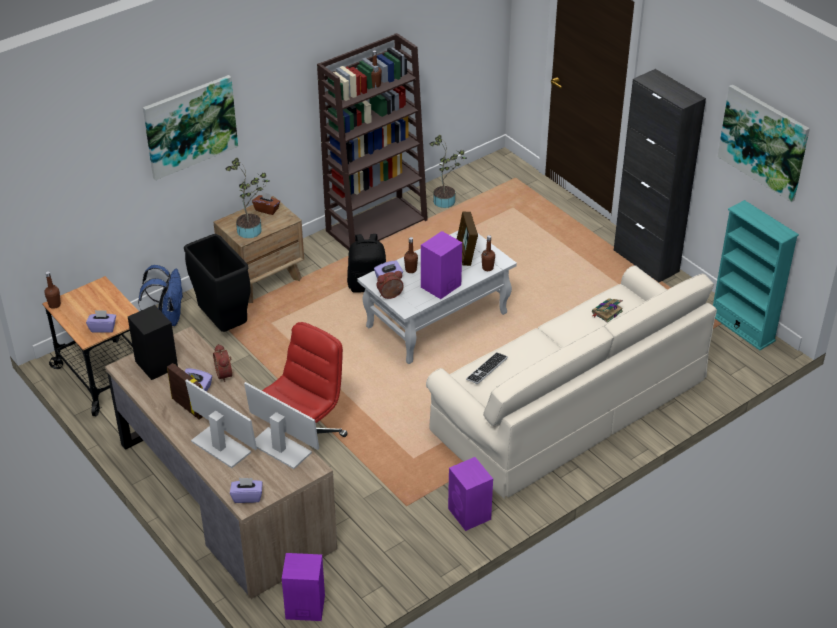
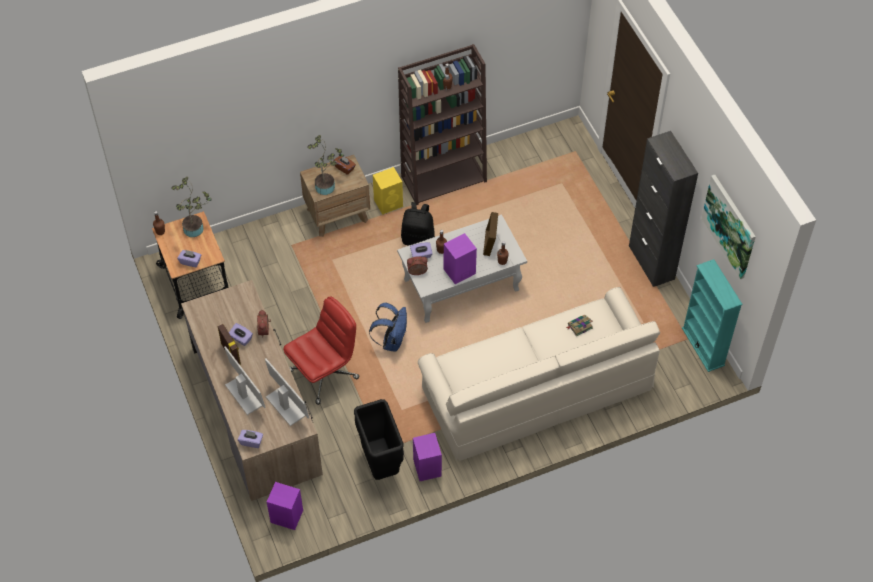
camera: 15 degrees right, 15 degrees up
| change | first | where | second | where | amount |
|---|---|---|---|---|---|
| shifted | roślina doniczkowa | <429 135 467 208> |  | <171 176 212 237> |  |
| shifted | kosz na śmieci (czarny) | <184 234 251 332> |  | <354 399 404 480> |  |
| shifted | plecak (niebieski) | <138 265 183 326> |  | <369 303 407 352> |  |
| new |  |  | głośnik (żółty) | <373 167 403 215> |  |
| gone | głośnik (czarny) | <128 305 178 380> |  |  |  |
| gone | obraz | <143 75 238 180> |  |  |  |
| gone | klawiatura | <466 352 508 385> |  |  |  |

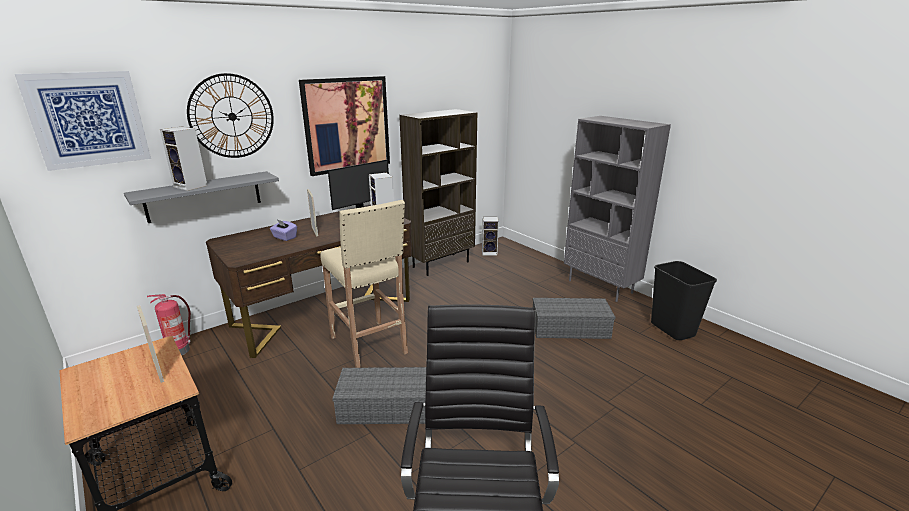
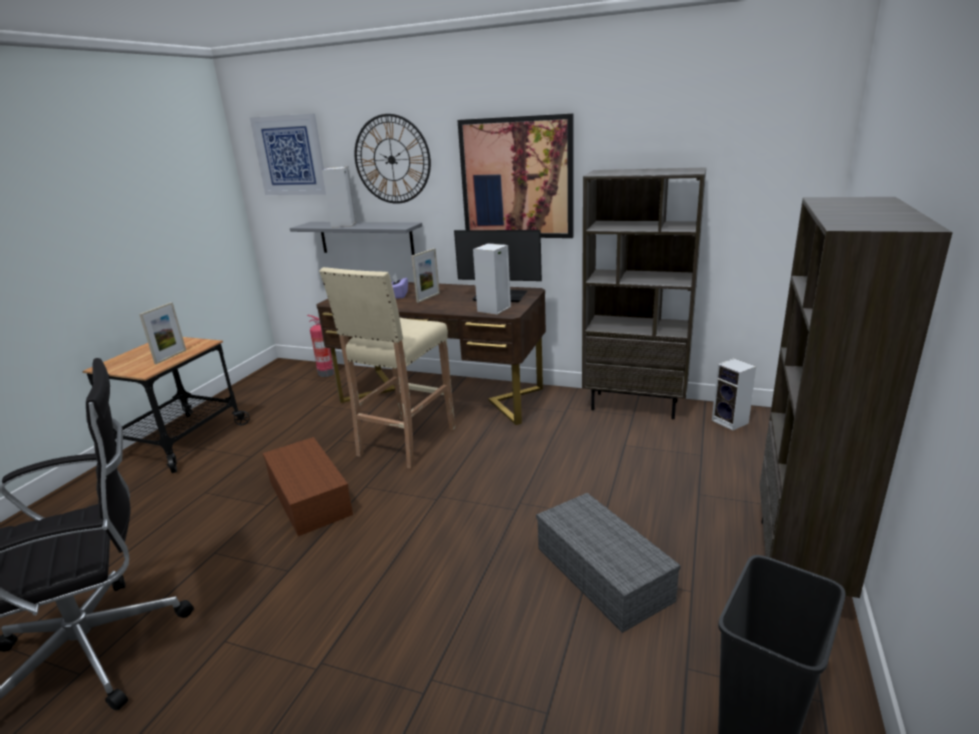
camera: 60 degrees right, 0 degrees up
| change | first | where | second | where | amount |
|---|---|---|---|---|---|
| repainted | pojemnik do przechowywania (szary) | <332 367 426 424> | pojemnik do przechowywania (brązowy) | <262 437 353 536> |  |
| repainted | regał (szary) | <564 116 671 302> | regał (brązowy) | <760 197 953 617> |  |

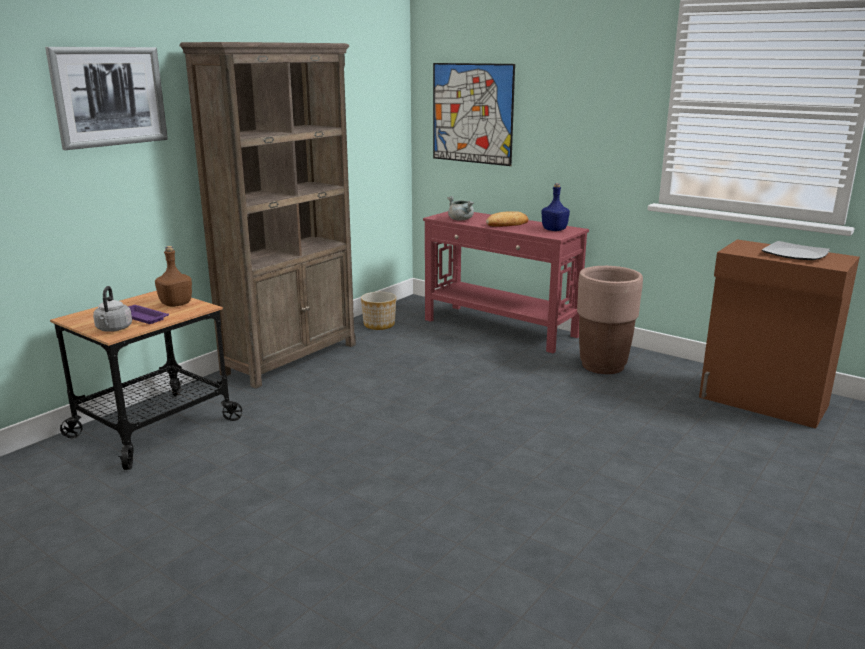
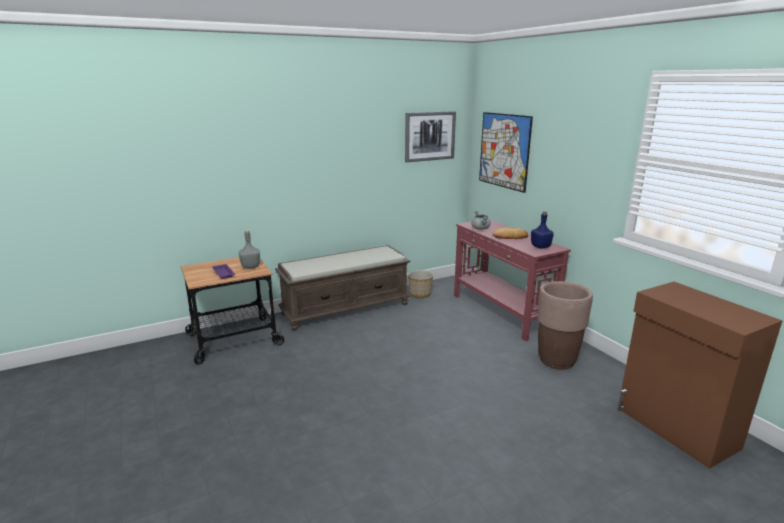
camera: 25 degrees right, 0 degrees up
| change | first | where | second | where | amount |
|---|---|---|---|---|---|
| repainted | butelka (brązowy) | <155 246 192 307> | butelka (szary) | <239 231 260 269> |  |
| swapped | regał (brązowy) | <180 42 356 389> | ławka (brązowy) | <275 245 411 330> |  |
| shifted | obraz | <45 47 168 150> |  | <405 111 456 162> |  |
| gone | czajnik (szary) | <93 286 132 332> |  |  |  |
| gone | talerz | <762 241 830 260> |  |  |  |

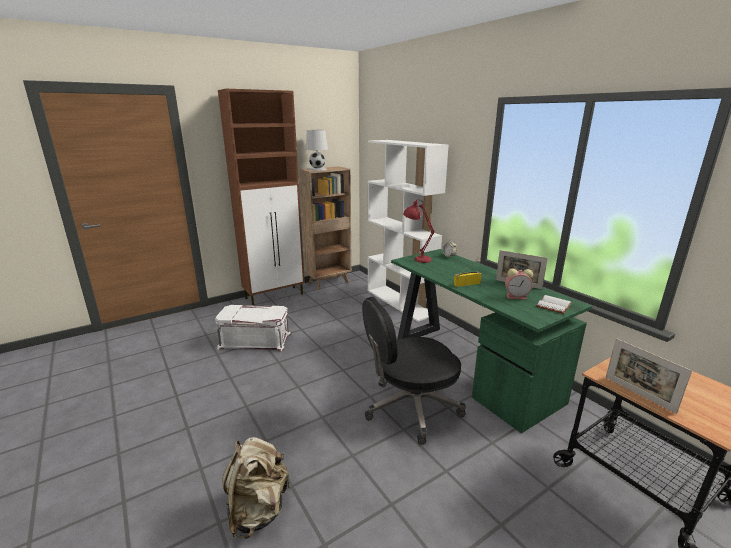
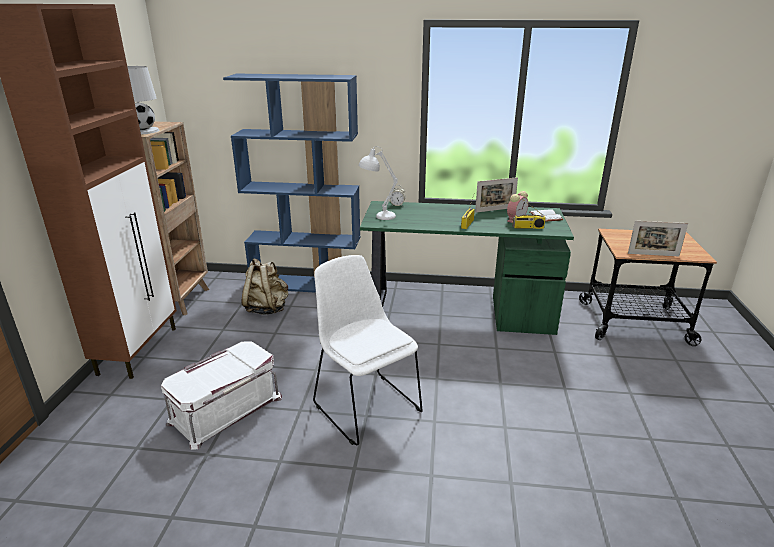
camera: 50 degrees left, 5 degrees up
| change | first | where | second | where | amount |
|---|---|---|---|---|---|
| repainted | regał (biały) | <368 140 449 322> | regał (niebieski) | <223 74 360 293> |  |
| shifted | plecak (beżowy) | <222 437 290 538> |  | <242 259 288 315> |  |
| new |  |  | krzesło (biały) | <313 255 423 445> |  |
| repainted | lampa stołowa (czerwony) | <403 199 435 263> | lampa stołowa (biały) | <359 146 398 220> |  |
| new |  |  | radio | <512 201 546 229> |  |
| gone | krzesło biurowe (czarny) | <362 297 466 445> |  |  |  |

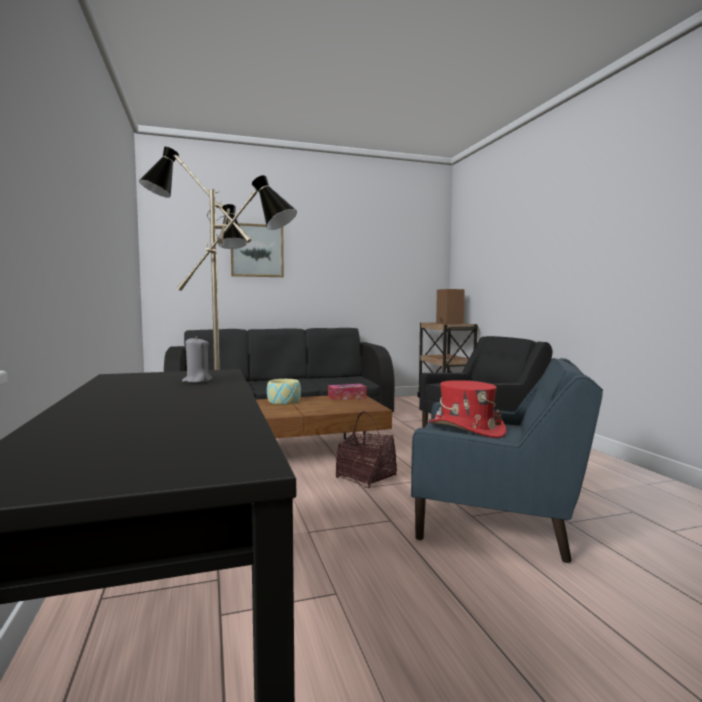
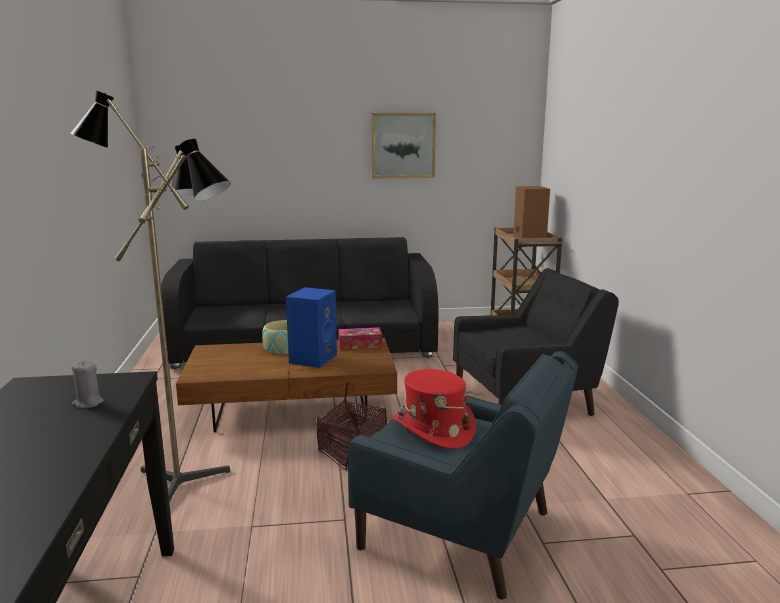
camera: 10 degrees right, 10 degrees up
| change | first | where | second | where | amount |
|---|---|---|---|---|---|
| new |  |  | głośnik (niebieski) | <286 287 337 368> |  |
| shifted | obraz | <231 223 284 277> |  | <371 113 436 178> |  |

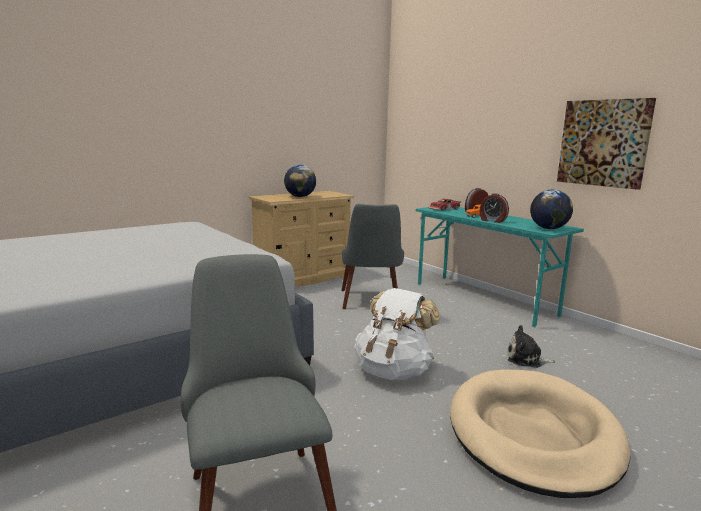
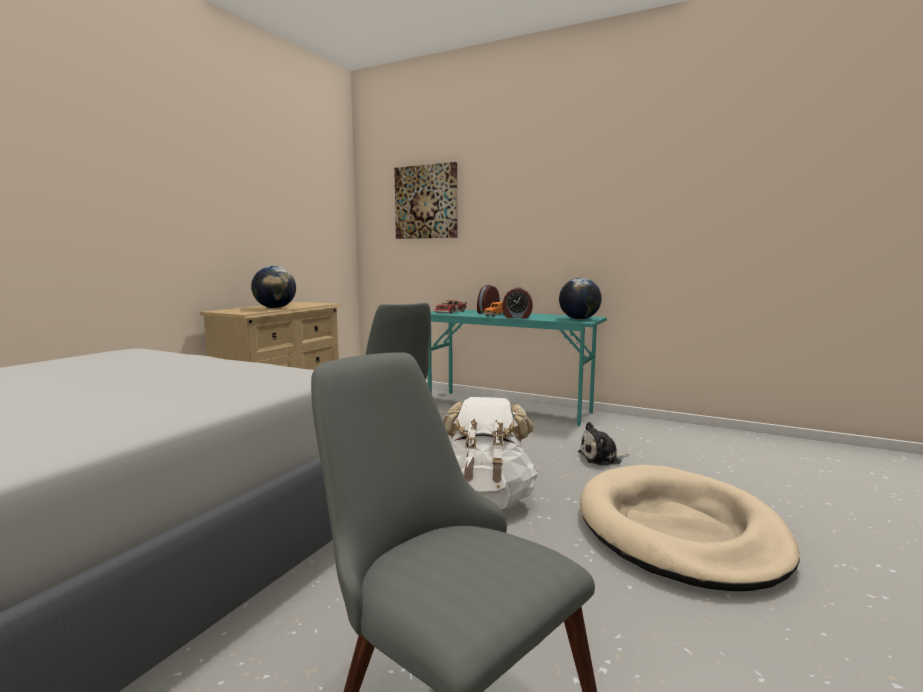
camera: 25 degrees left, 5 degrees down
| change | first | where | second | where | amount |
|---|---|---|---|---|---|
| shifted | obraz | <557 98 656 190> |  | <394 162 457 239> |  |

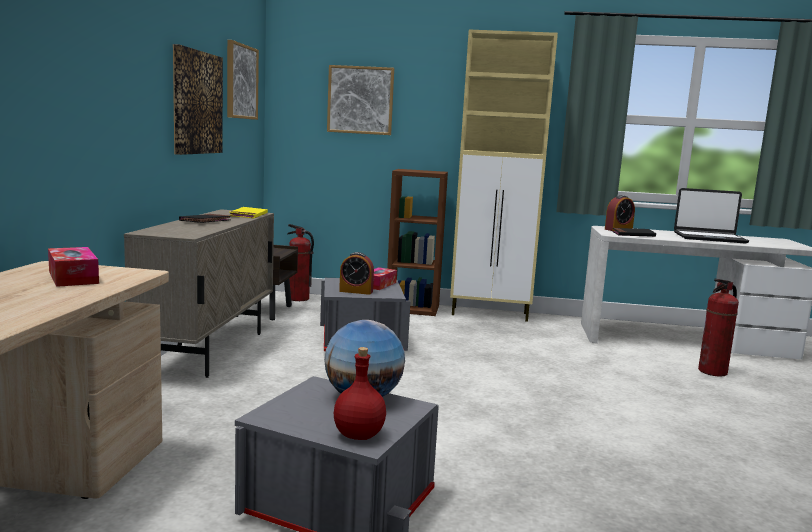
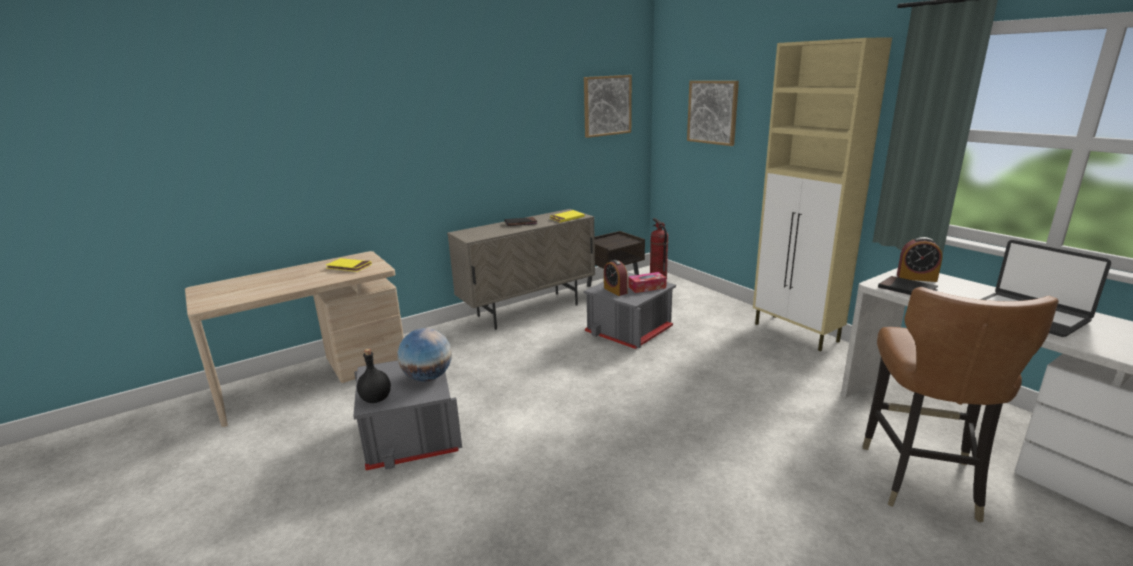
camera: 50 degrees right, 10 degrees up
| change | first | where | second | where | amount |
|---|---|---|---|---|---|
| swapped | pudełko chusteczek | <48 247 99 287> | książka (żółty) | <326 258 372 272> |  |
| repainted | butelka (czerwony) | <334 347 386 440> | butelka (czarny) | <357 349 391 403> |  |
| swapped | gaśnica | <698 279 739 377> | krzesło (brązowy) | <863 287 1059 522> |  |
| gone | obraz | <173 44 223 155> |  |  |  |
| gone | regał (brązowy) | <387 169 448 316> |  |  |  |

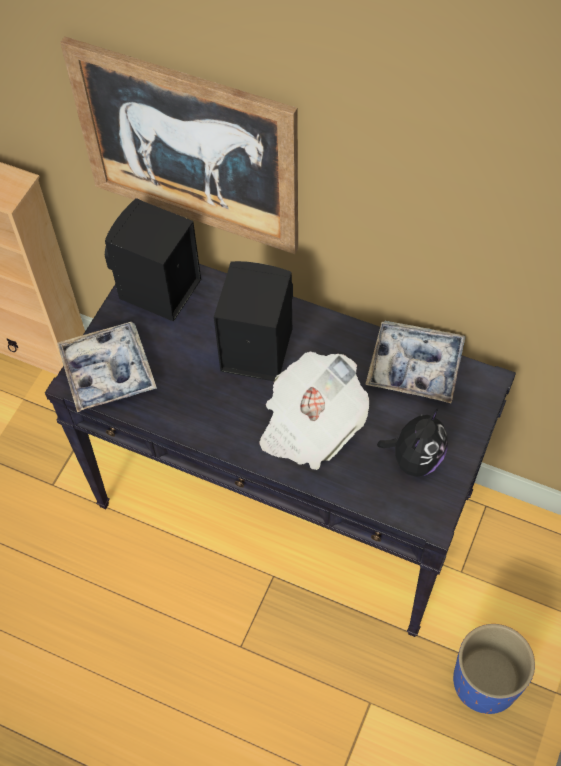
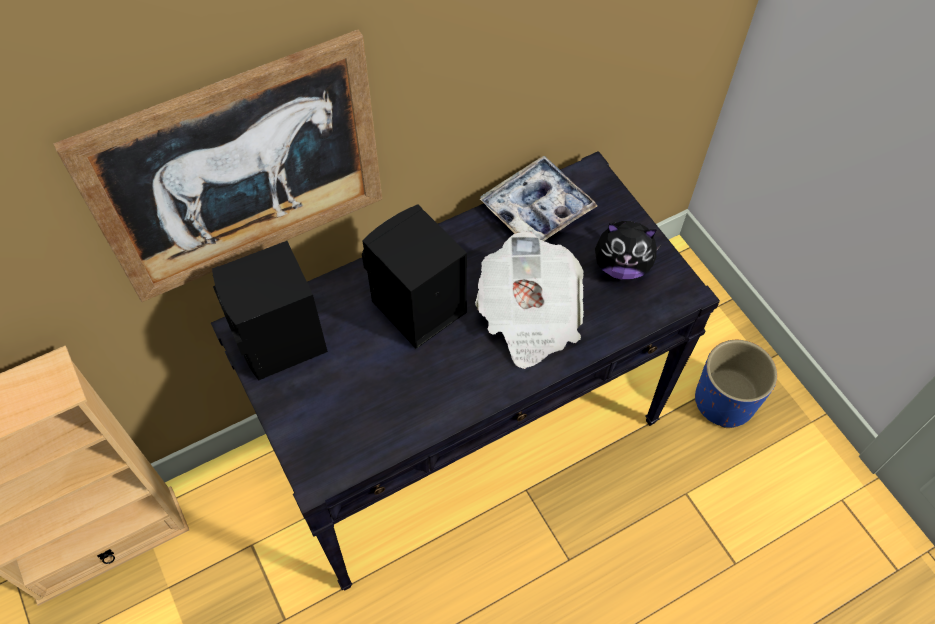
camera: 55 degrees left, 0 degrees up
| change | first | where | second | where | amount |
|---|---|---|---|---|---|
| rotated | pluszak | <377 409 448 477> |  | <595 221 662 280> | 120 degrees clockwise |
| gone | taca | <57 322 157 412> |  |  |  |

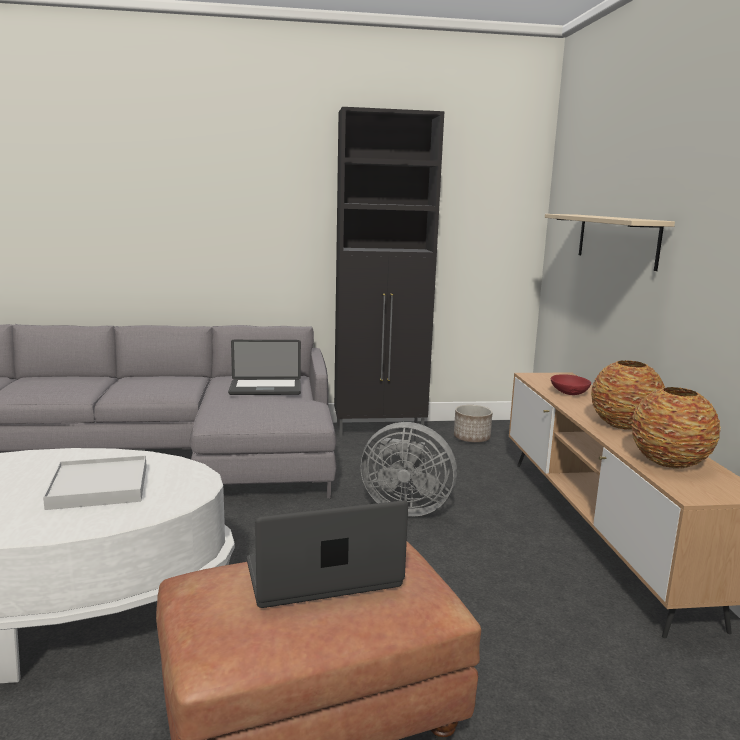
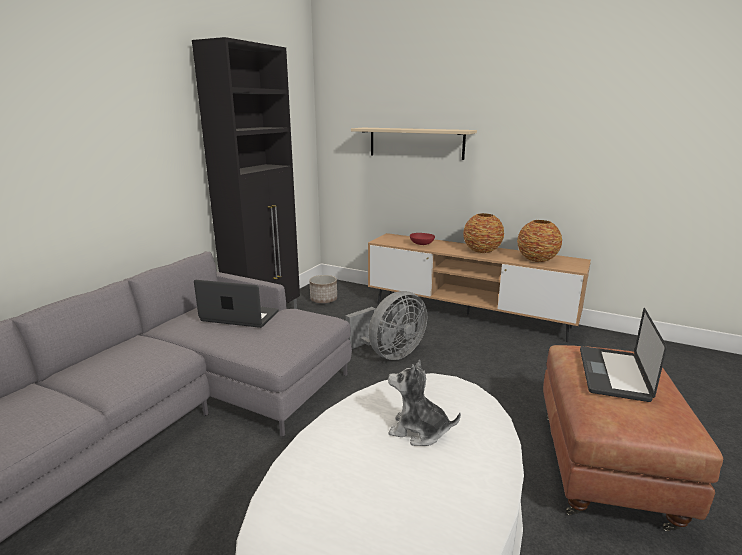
camera: 55 degrees left, 5 degrees up
| change | first | where | second | where | amount |
|---|---|---|---|---|---|
| rotated | laptop | <228 340 301 395> |  | <194 280 279 328> | 105 degrees counterclockwise |
| swapped | taca (biały) | <43 455 147 510> | pluszak | <388 360 461 446> |  |

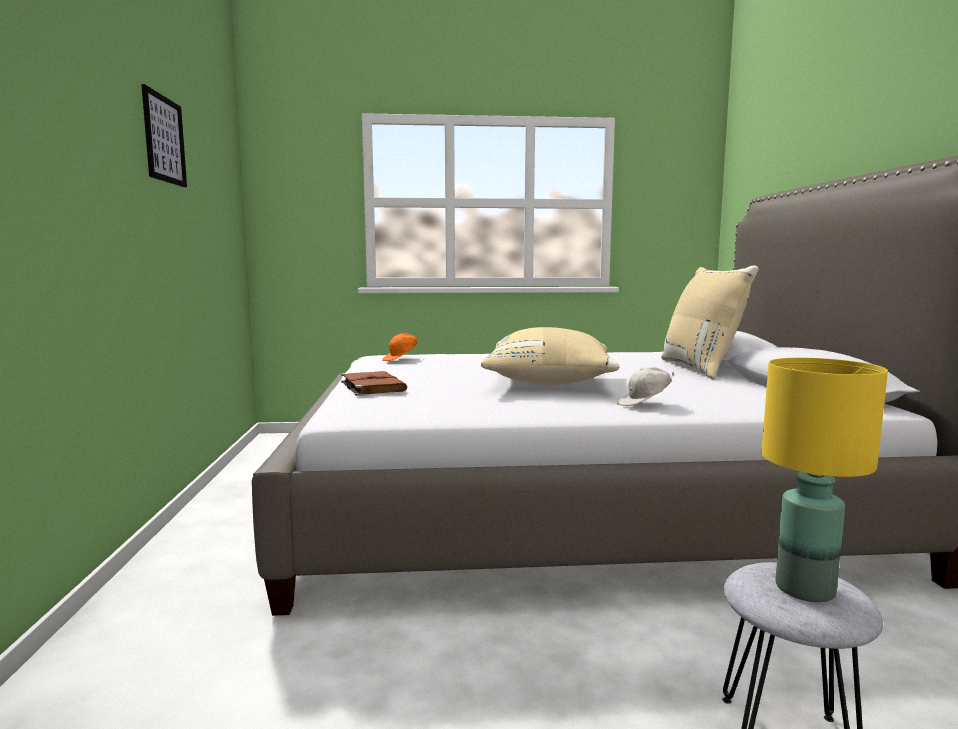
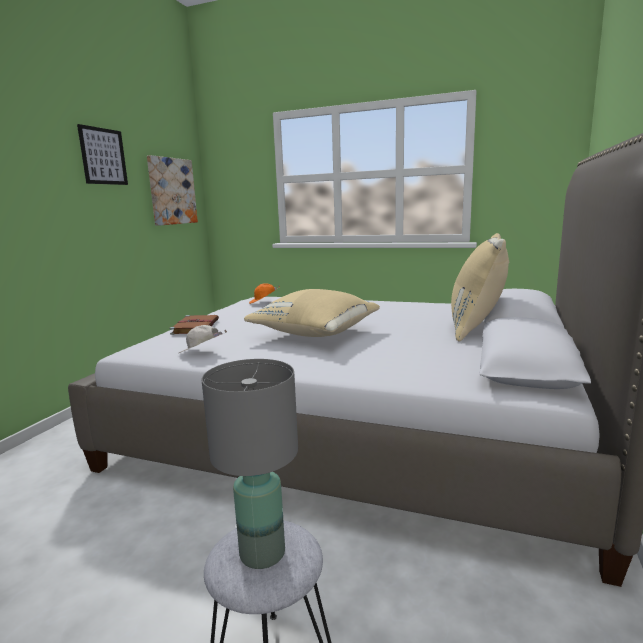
camera: 25 degrees right, 5 degrees up
| change | first | where | second | where | amount |
|---|---|---|---|---|---|
| new |  |  | obraz | <147 155 198 226> |  |
| shifted | czapka z daszkiem (biały) | <617 367 675 406> |  | <179 325 227 353> |  |
| repainted | lampa stołowa (żółty) | <762 358 888 602> | lampa stołowa (szary) | <201 359 298 569> |  |

